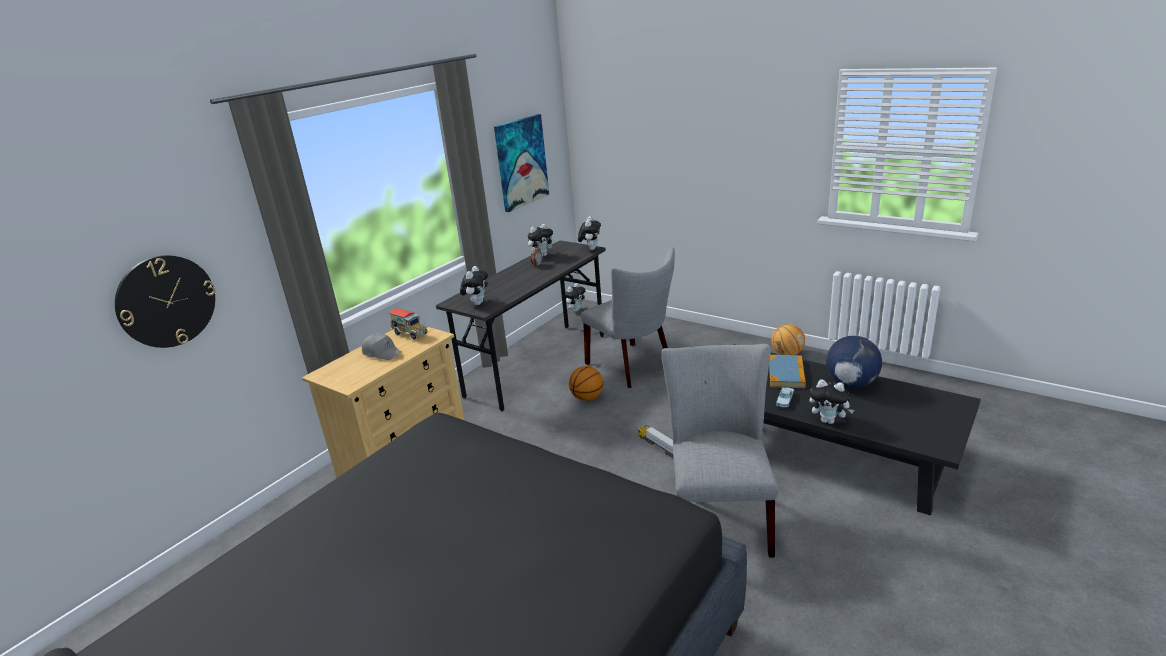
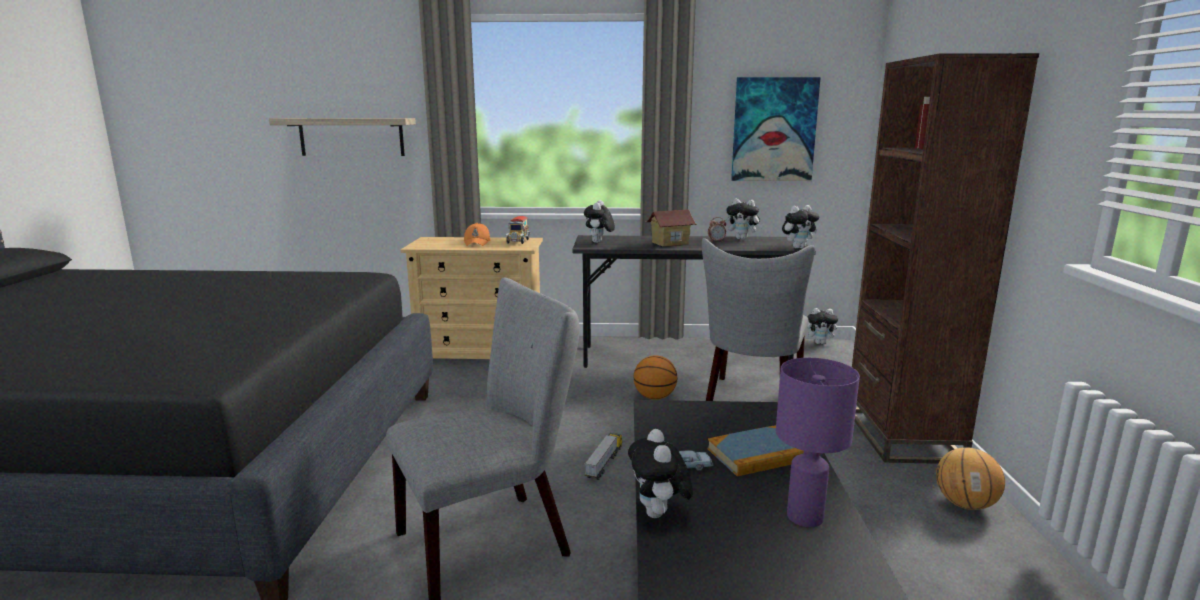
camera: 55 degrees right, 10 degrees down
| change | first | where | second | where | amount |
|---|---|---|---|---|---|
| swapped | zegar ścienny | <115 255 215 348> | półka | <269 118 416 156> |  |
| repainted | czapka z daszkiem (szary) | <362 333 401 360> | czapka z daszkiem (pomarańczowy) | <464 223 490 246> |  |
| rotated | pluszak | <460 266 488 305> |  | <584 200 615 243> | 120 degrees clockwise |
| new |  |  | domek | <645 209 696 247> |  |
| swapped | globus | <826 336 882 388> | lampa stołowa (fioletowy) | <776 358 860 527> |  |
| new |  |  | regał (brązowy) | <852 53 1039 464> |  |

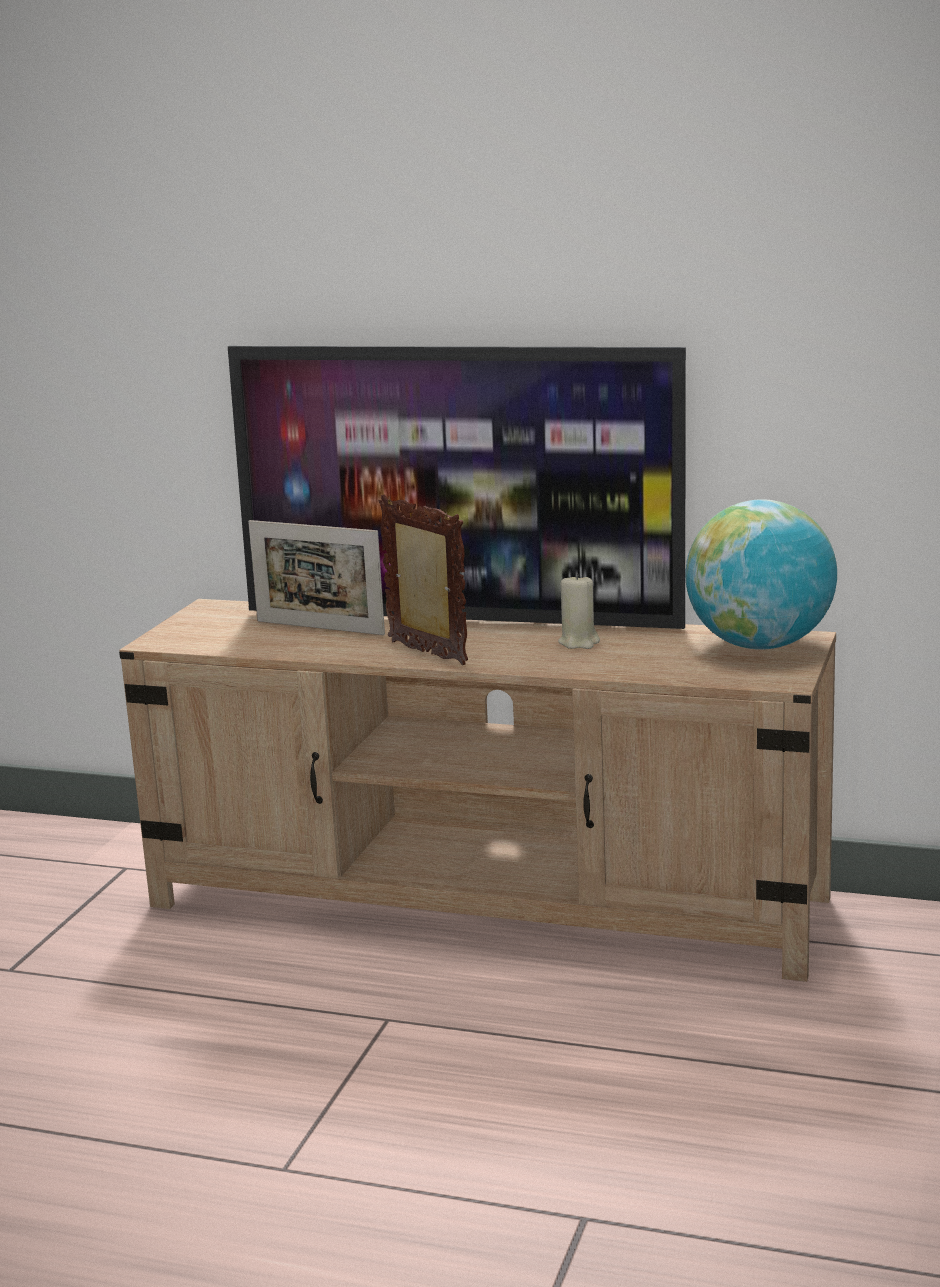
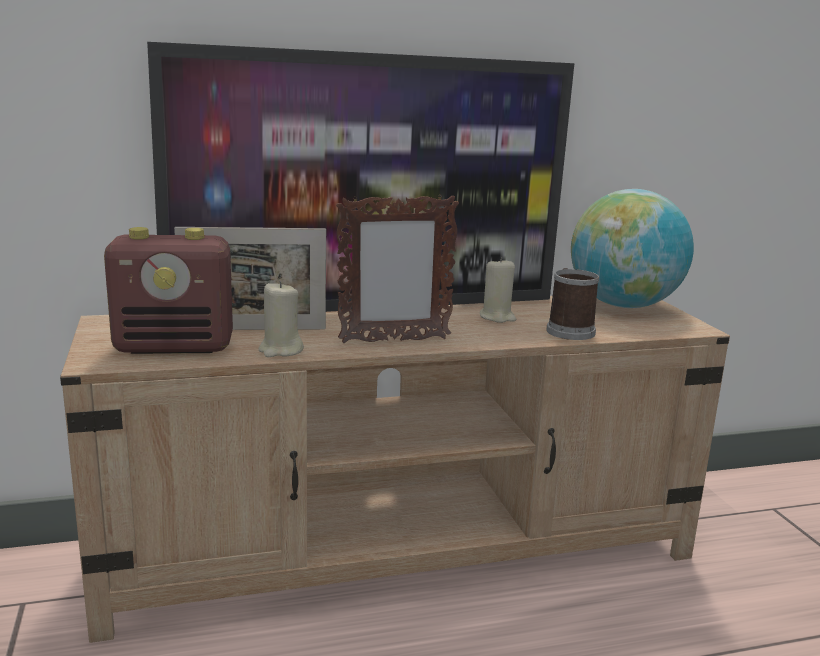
camera: 35 degrees left, 0 degrees up
| change | first | where | second | where | amount |
|---|---|---|---|---|---|
| new |  |  | radio | <104 227 233 354> |  |
| new |  |  | świeca (beżowy) | <258 281 304 357> |  |
| rotated | ramka na zdjęcie | <379 495 468 665> |  | <336 196 459 343> | 150 degrees clockwise |
| new |  |  | kubek | <546 268 599 340> |  |

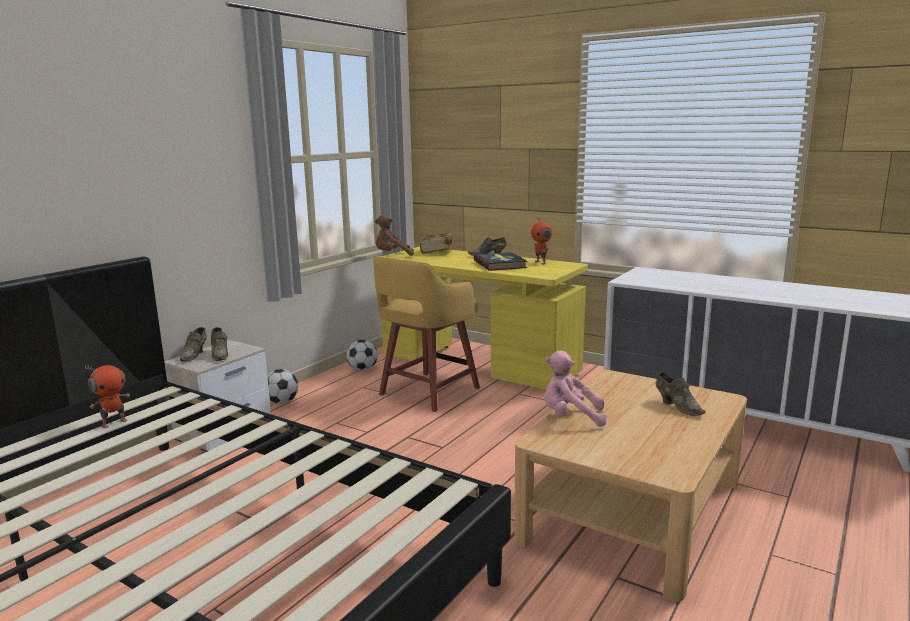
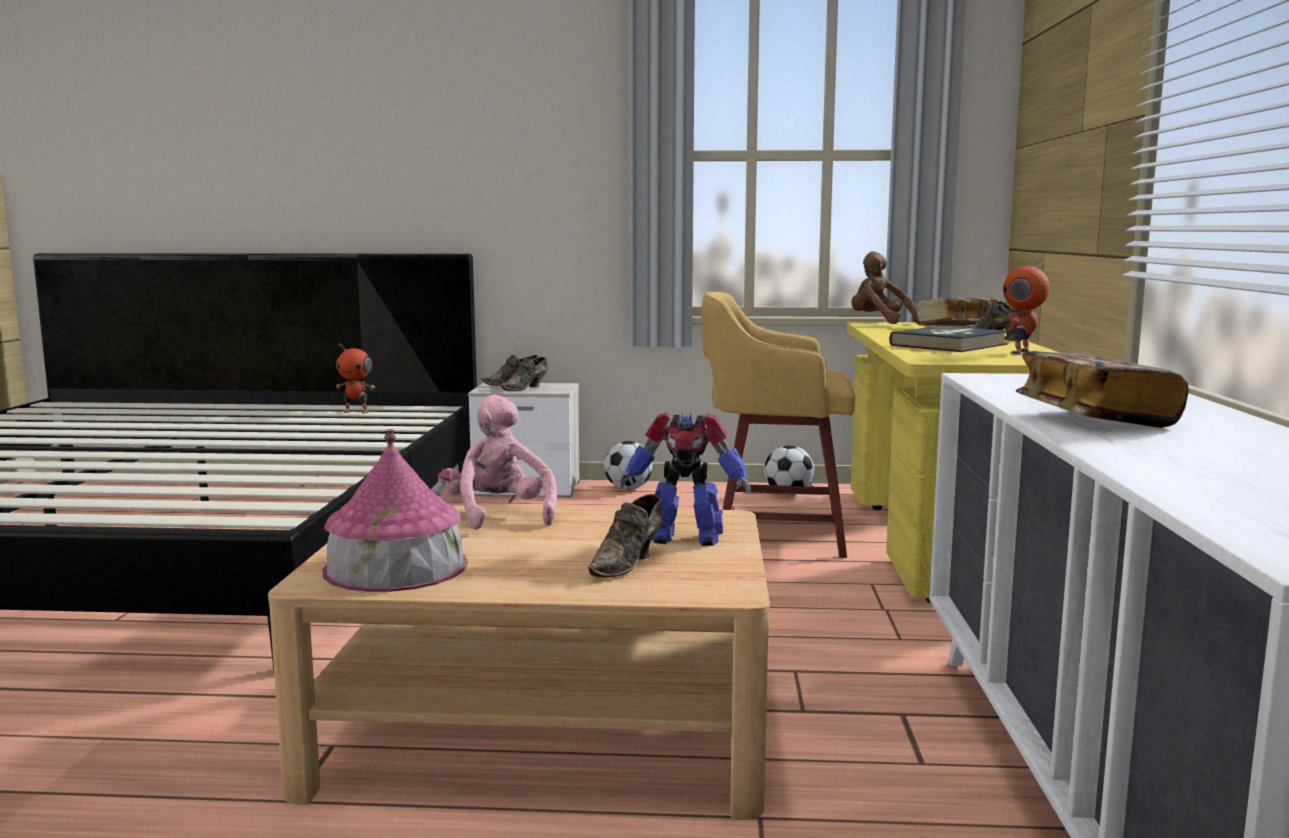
camera: 60 degrees right, 5 degrees down
| change | first | where | second | where | amount |
|---|---|---|---|---|---|
| new |  |  | domek | <323 429 468 592> |  |
| new |  |  | robot zabawkowy | <621 412 751 546> |  |
| new |  |  | książka | <1016 351 1189 428> |  |

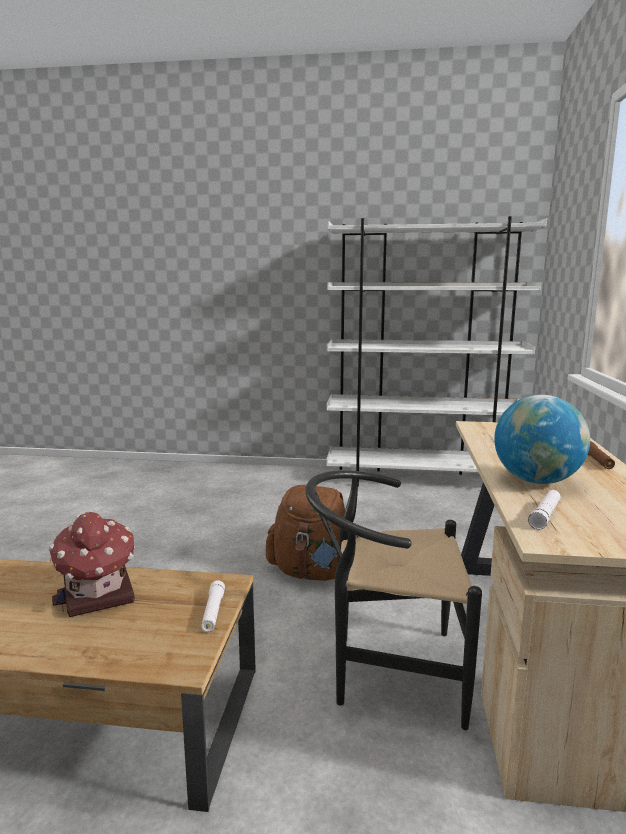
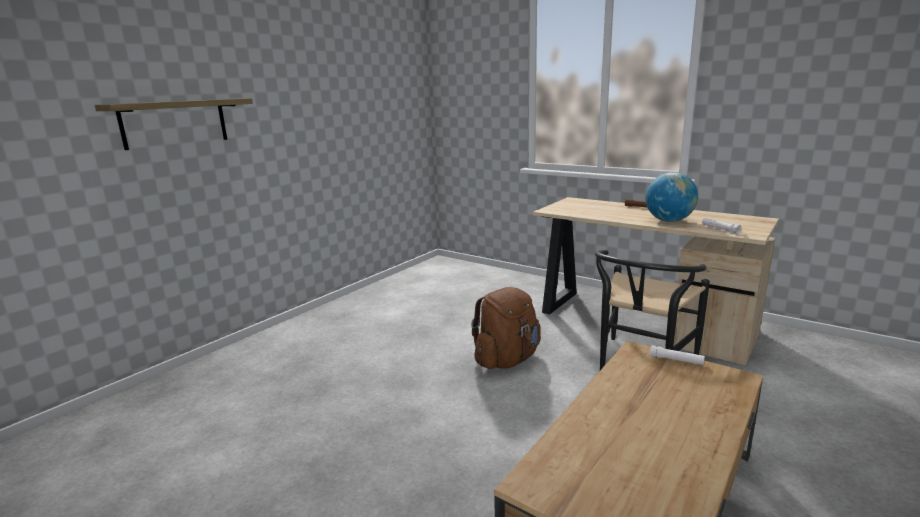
camera: 60 degrees left, 5 degrees up
| change | first | where | second | where | amount |
|---|---|---|---|---|---|
| new |  |  | półka | <95 98 253 150> |  |
| gone | domek | <48 512 135 617> |  |  |  |
| gone | regał (biały) | <326 216 547 487> |  |  |  |

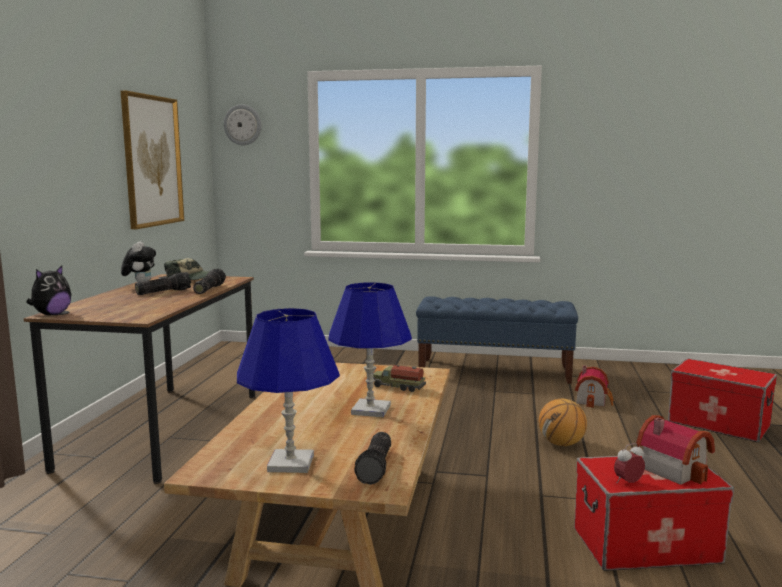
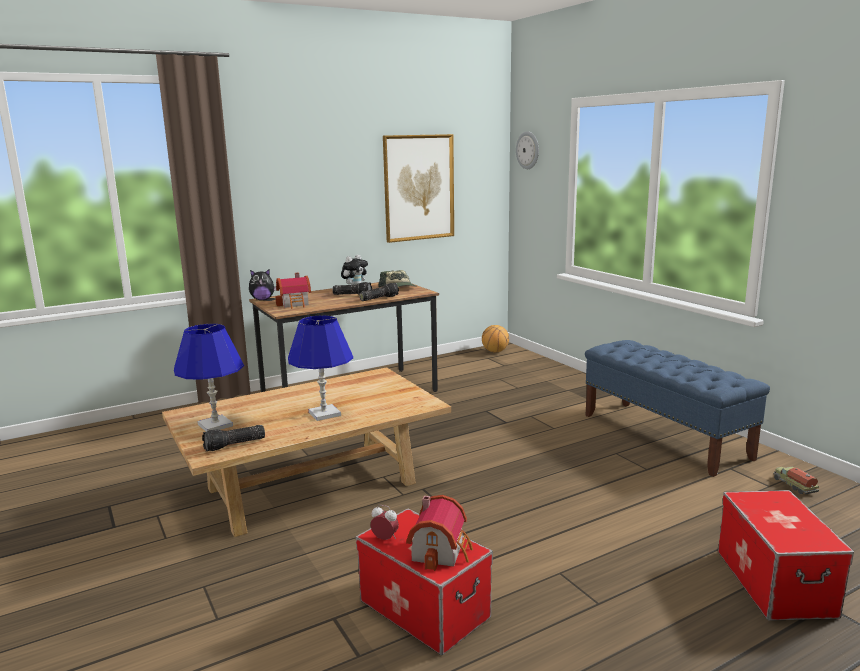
camera: 50 degrees right, 5 degrees up
| change | first | where | second | where | amount |
|---|---|---|---|---|---|
| shifted | domek | <575 366 614 408> |  | <275 272 311 309> |  |
| shifted | piłka do koszykówki | <539 399 587 446> |  | <482 325 509 352> |  |
| shifted | ciężarówka zabawkowa | <373 365 426 392> |  | <773 466 819 494> |  |

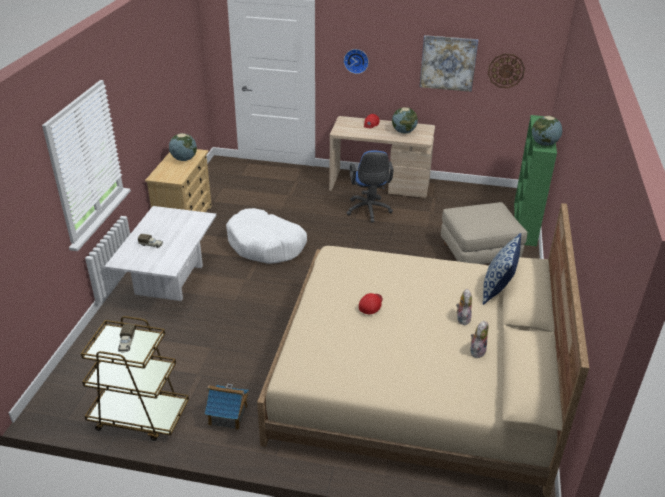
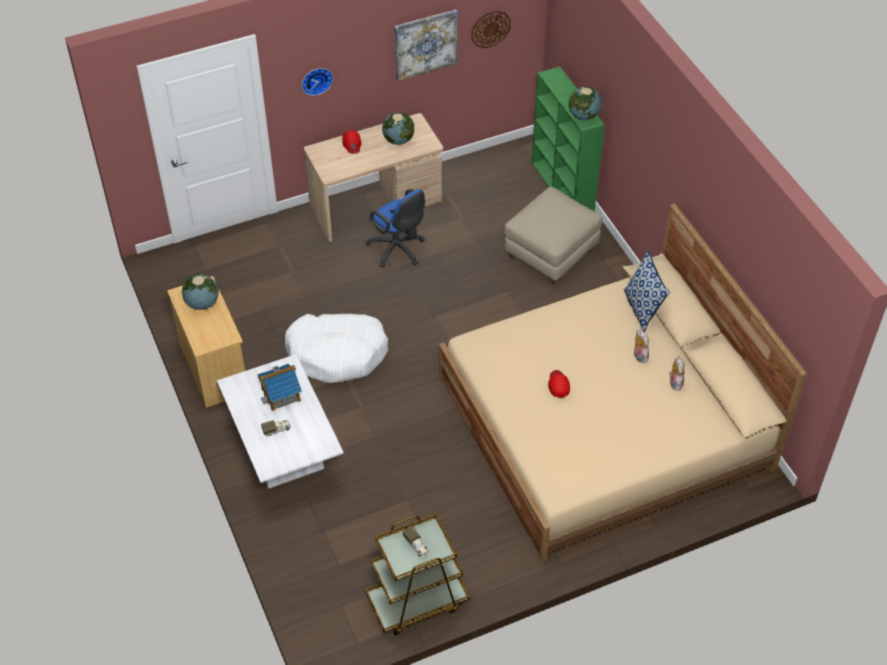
camera: 35 degrees left, 15 degrees up
| change | first | where | second | where | amount |
|---|---|---|---|---|---|
| shifted | domek | <205 384 249 430> |  | <258 364 302 411> |  |

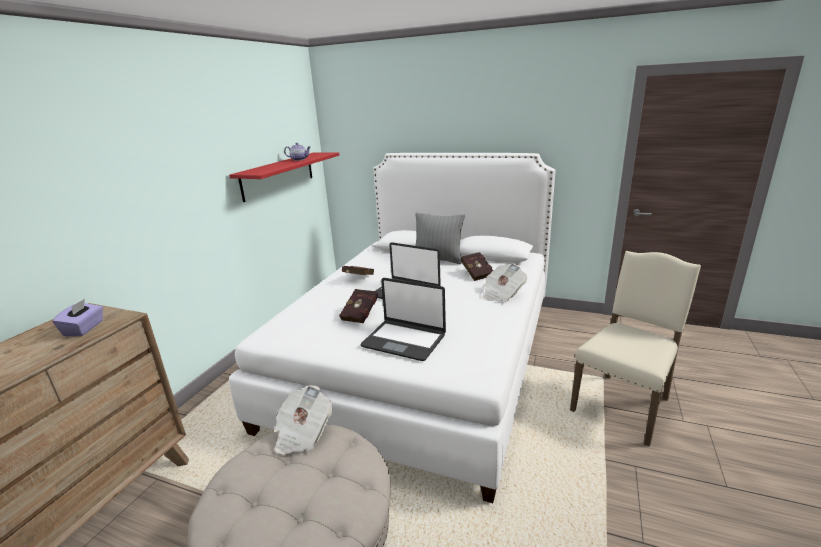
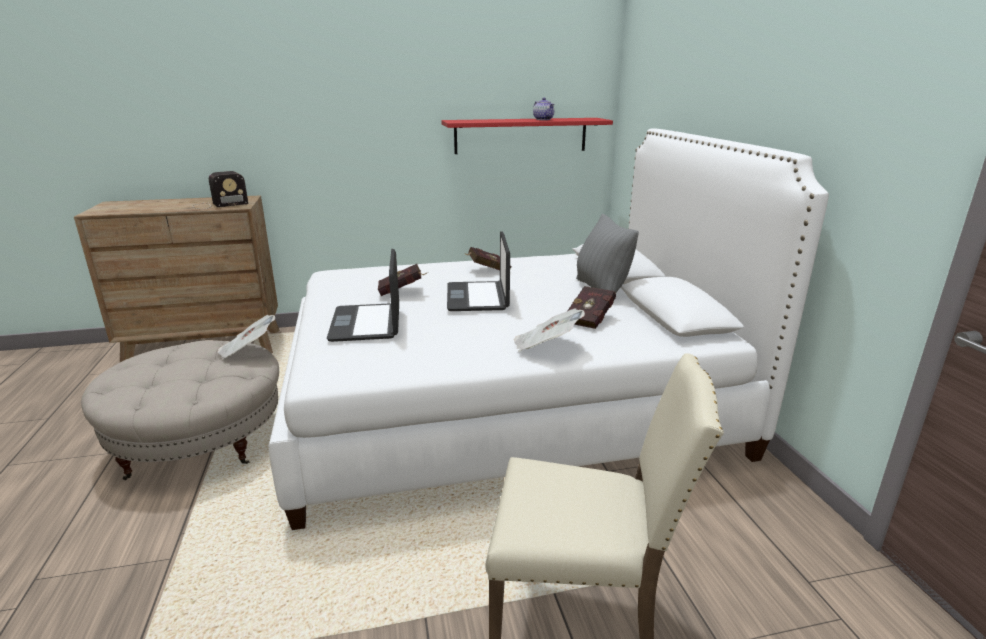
camera: 55 degrees right, 0 degrees up
| change | first | where | second | where | amount |
|---|---|---|---|---|---|
| swapped | pudełko chusteczek (fioletowy) | <53 299 103 337> | radio | <193 171 248 209> |  |

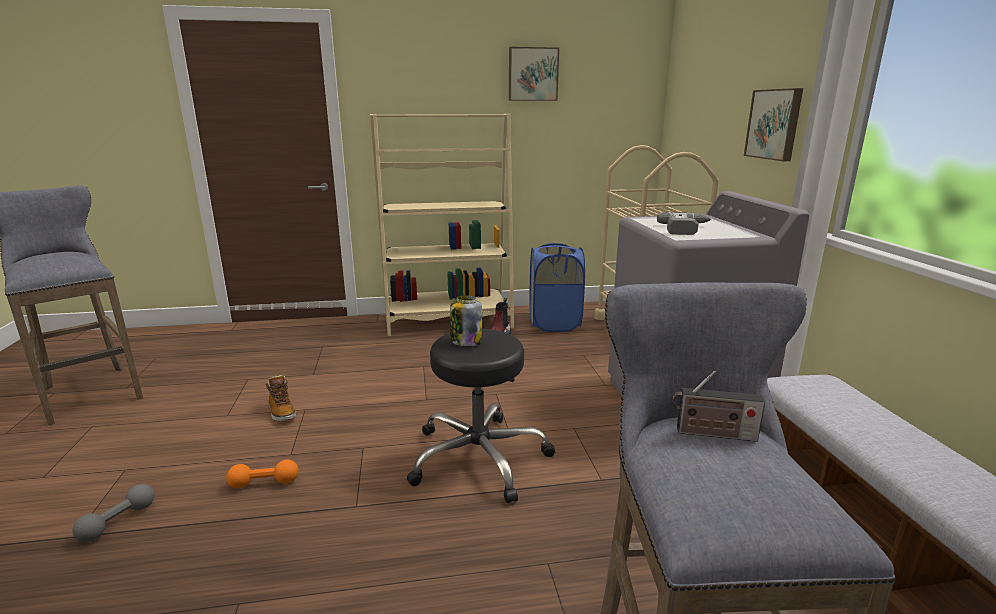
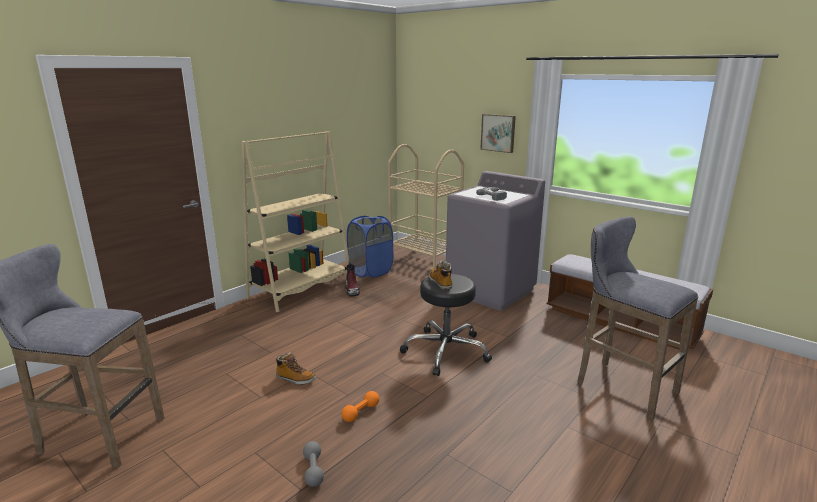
camera: 40 degrees left, 0 degrees up
| change | first | where | second | where | amount |
|---|---|---|---|---|---|
| swapped | słoik | <450 295 482 346> | but z cholewką | <429 260 453 290> |  |
| gone | obraz | <509 47 559 101> |  |  |  |
| gone | radio | <672 371 765 442> |  |  |  |

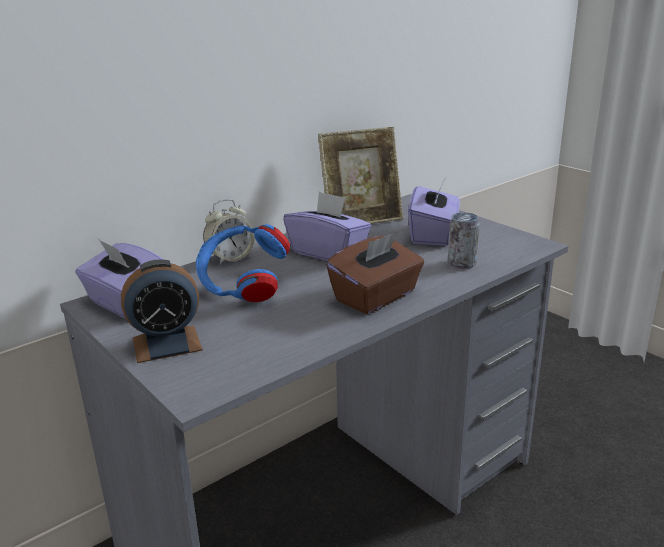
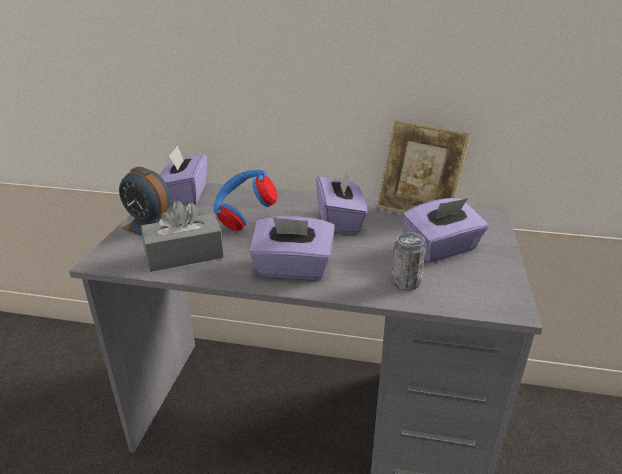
camera: 50 degrees right, 5 degrees up
| change | first | where | second | where | amount |
|---|---|---|---|---|---|
| new |  |  | pudełko chusteczek (szary) | <141 201 224 272> |  |
| repainted | pudełko chusteczek (brązowy) | <326 232 424 314> | pudełko chusteczek (fioletowy) | <249 216 335 279> |  |
| gone | budzik | <203 199 255 265> |  |  |  |

